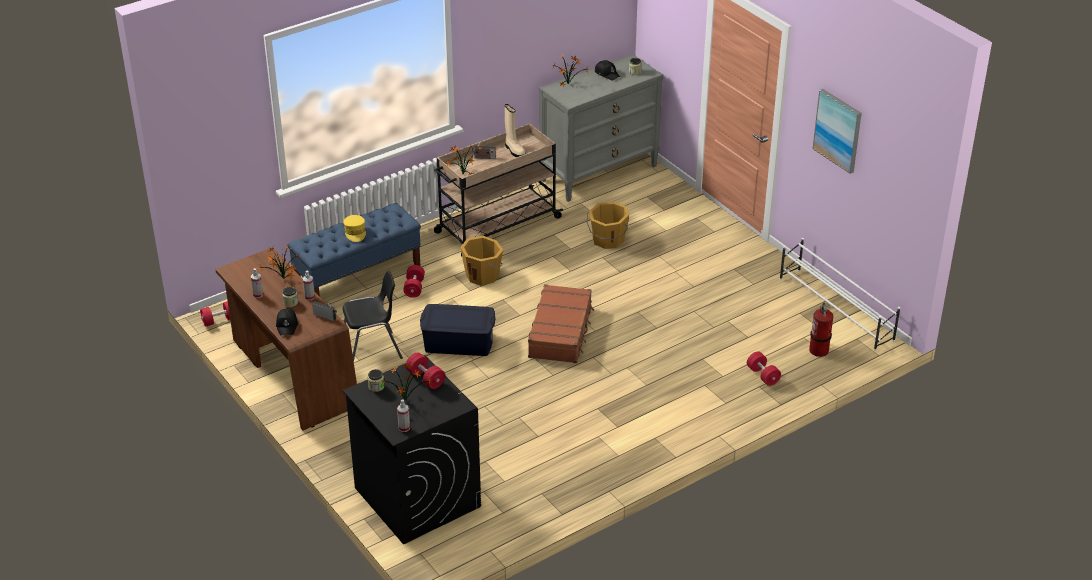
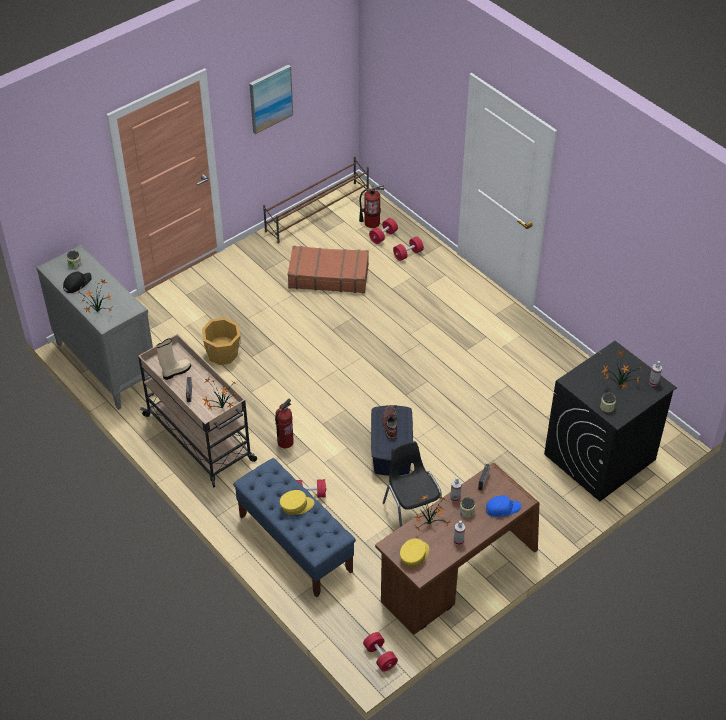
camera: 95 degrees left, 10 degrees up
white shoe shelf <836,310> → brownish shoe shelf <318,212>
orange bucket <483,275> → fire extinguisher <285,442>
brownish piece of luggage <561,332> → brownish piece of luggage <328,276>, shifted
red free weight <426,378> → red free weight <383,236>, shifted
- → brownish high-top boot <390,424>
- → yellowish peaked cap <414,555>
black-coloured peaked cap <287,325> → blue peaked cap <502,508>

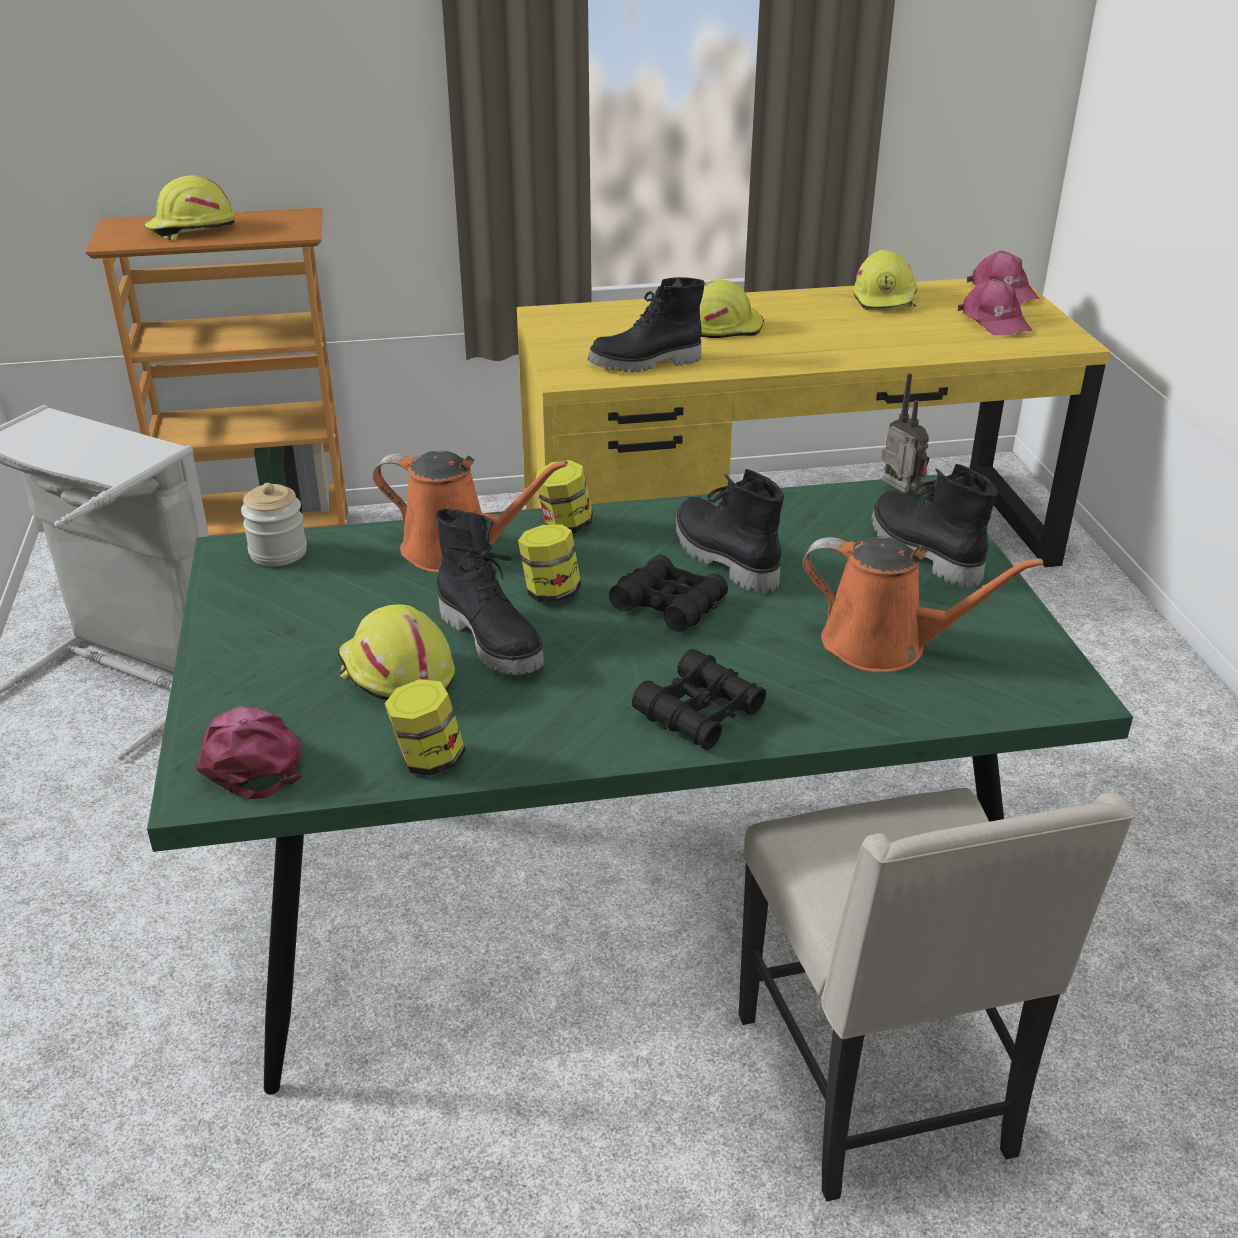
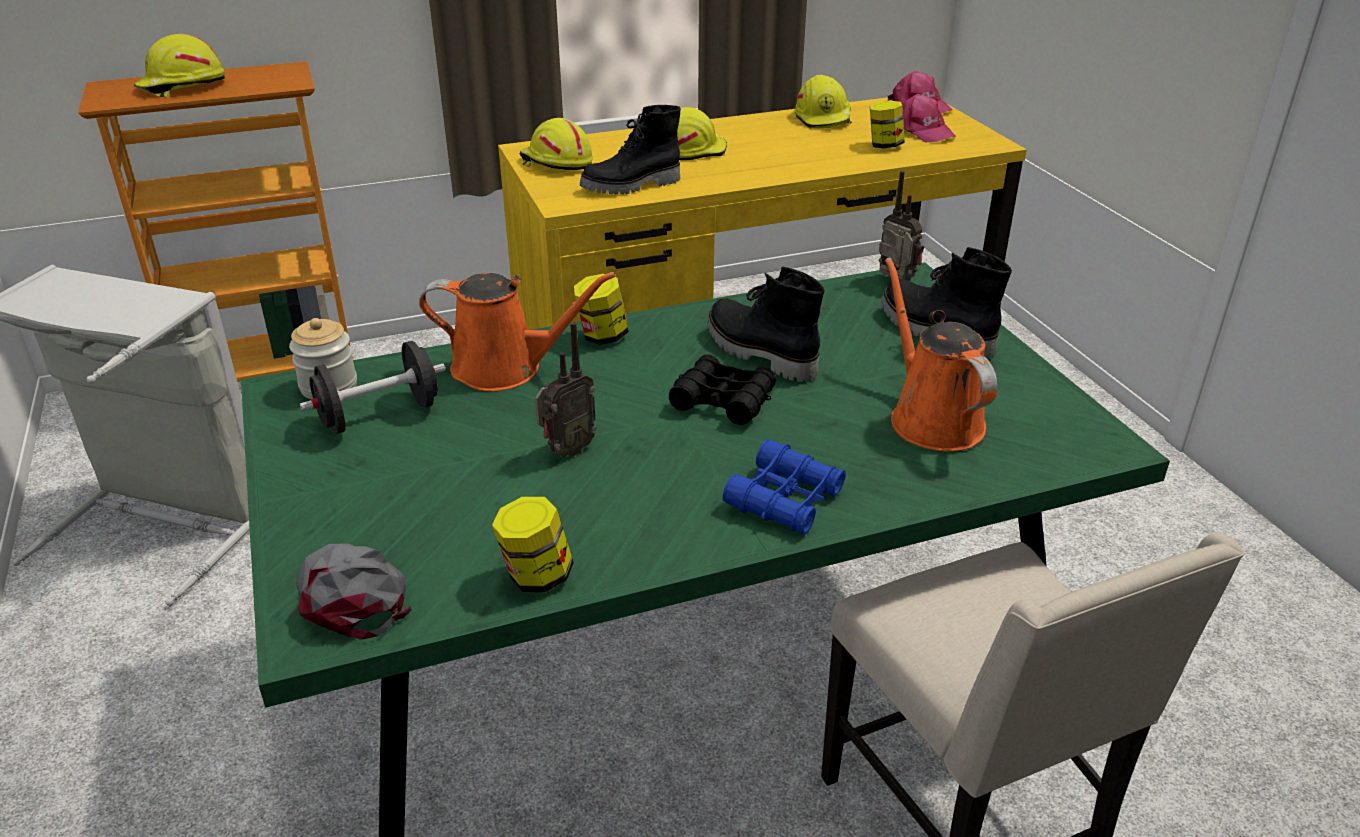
camera: 10 degrees left, 0 degrees up
pinkish peaked cap <250,757> → grey peaked cap <352,595>
- → black-coloured free weight <379,415>
yellowish hard hat <395,674> → yellowish hard hat <556,163>, shifted
black-coloured high-top boot <493,640> → radio set <566,451>
black-coloured binoculars <699,712> → blue binoculars <785,499>
preserve jar <551,593> → preserve jar <884,146>, shifted
orange watering can <885,645> → orange watering can <931,418>, 120 degrees counterclockwise

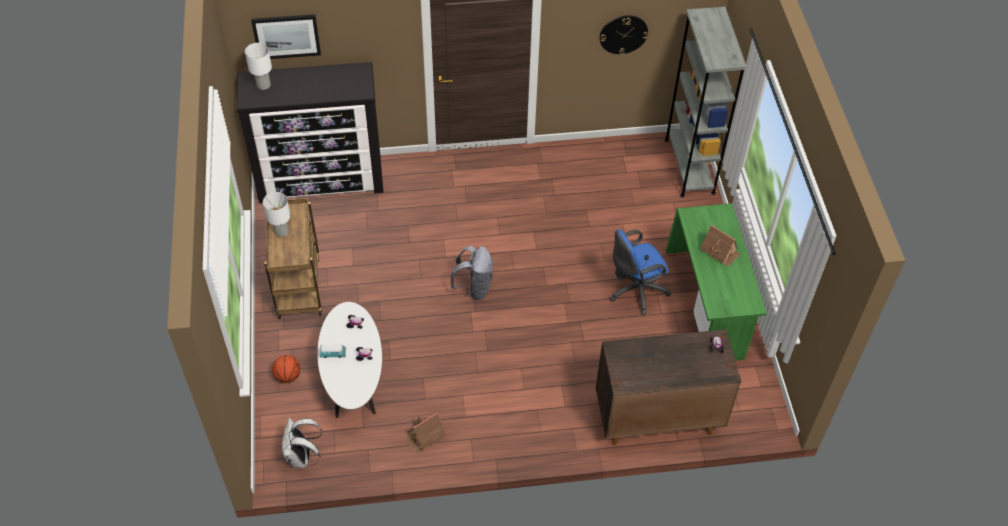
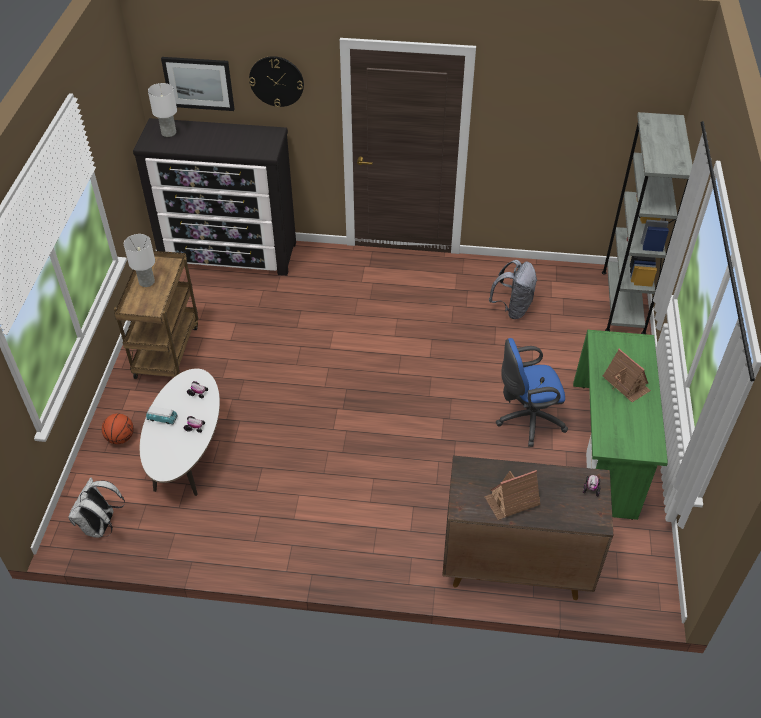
camera: 15 degrees right, 5 degrees down
hanging clock <623,34> → hanging clock <276,81>, shifted
model house <424,436> → model house <512,500>, shifted
grey rucksack <474,288> → grey rucksack <512,308>, shifted

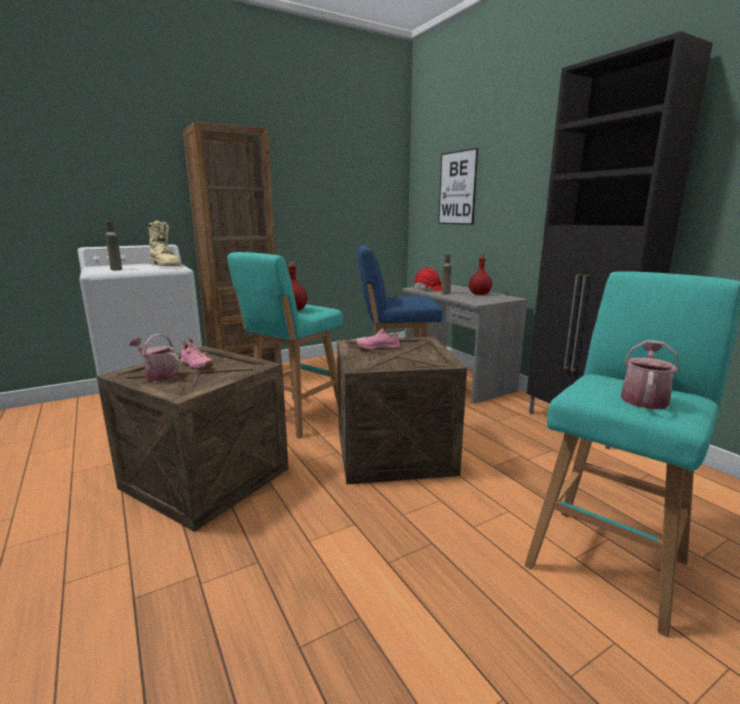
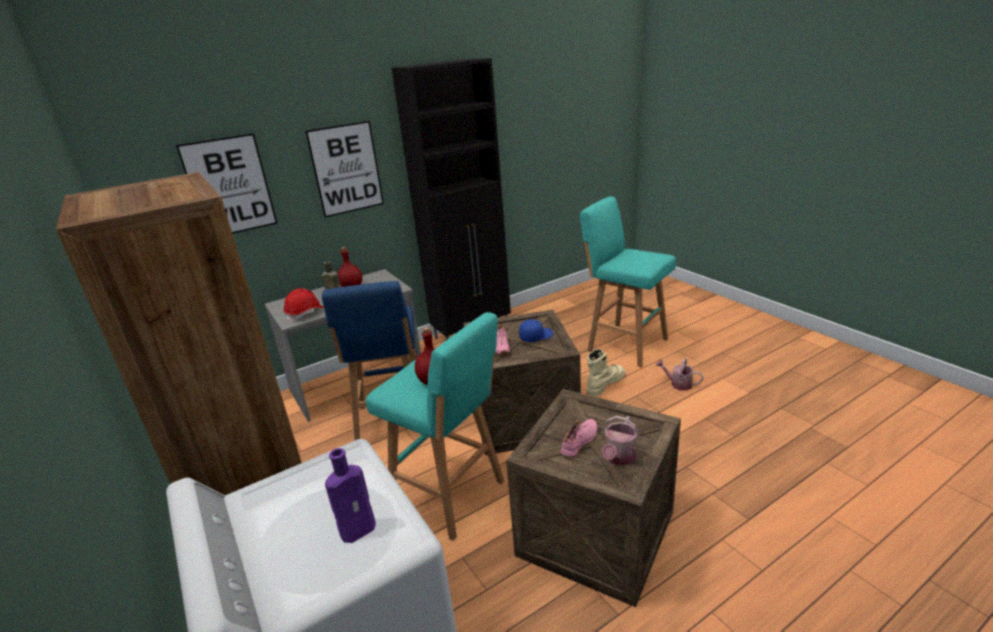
camera: 90 degrees left, 10 degrees up
- → picture <346,169>
brownish bottle <116,269> → purple bottle <360,529>
- → blue peaked cap <535,336>
sand-coloured high-top boot <165,266> → sand-coloured high-top boot <605,384>, shifted
watering can <644,398> → watering can <678,384>, shifted

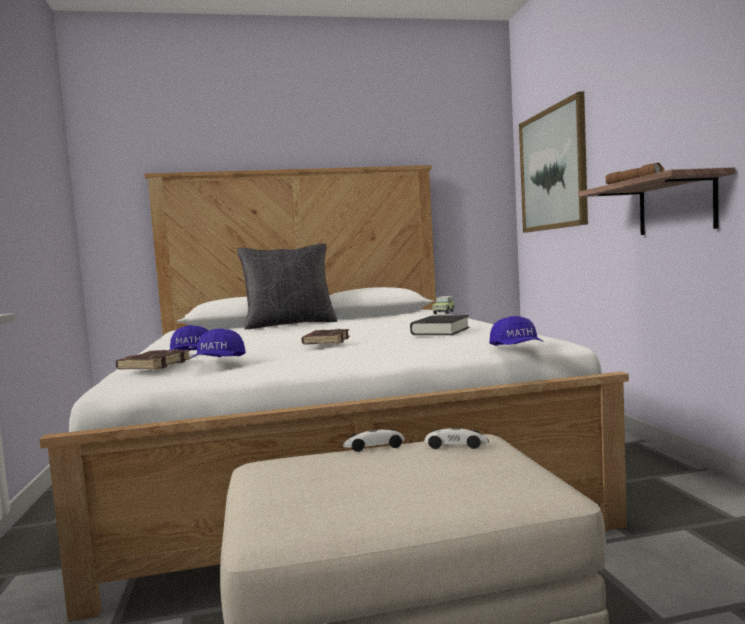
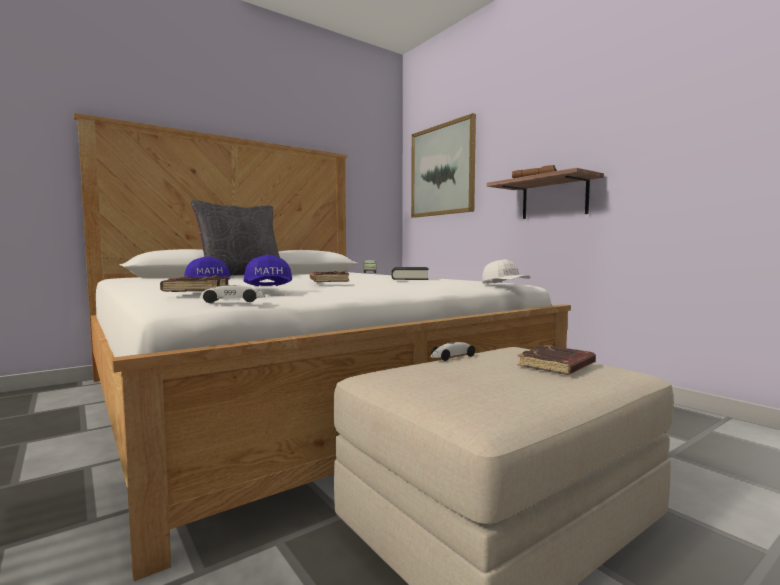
camera: 25 degrees left, 0 degrees up
toy car <456,445> → toy car <232,301>, shifted
blue peaked cap <517,348> → white peaked cap <505,285>
- → brownish volume <557,366>

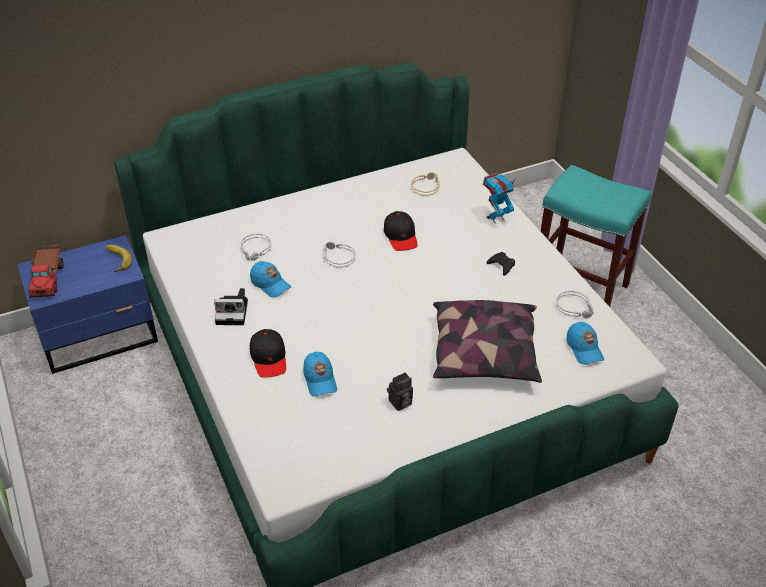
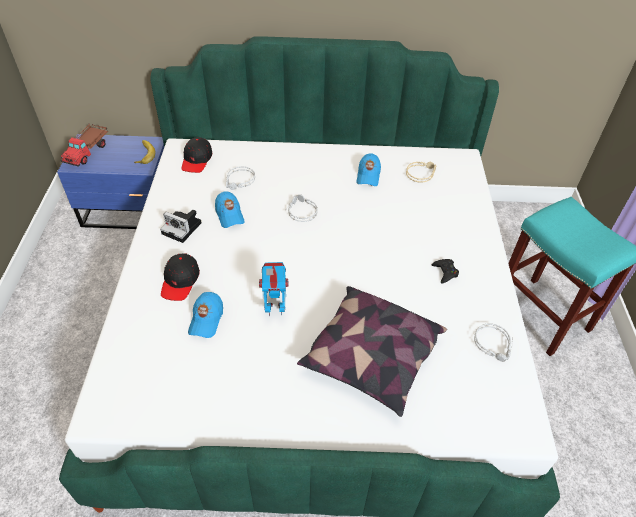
camera: 25 degrees right, 5 degrees up
black-coloured peaked cap <401,236> → black-coloured peaked cap <197,160>, shifted
model robot <496,218> → model robot <275,309>, shifted
blue peaked cap <584,349> → blue peaked cap <368,176>, shifted
photo camera <400,403> → -

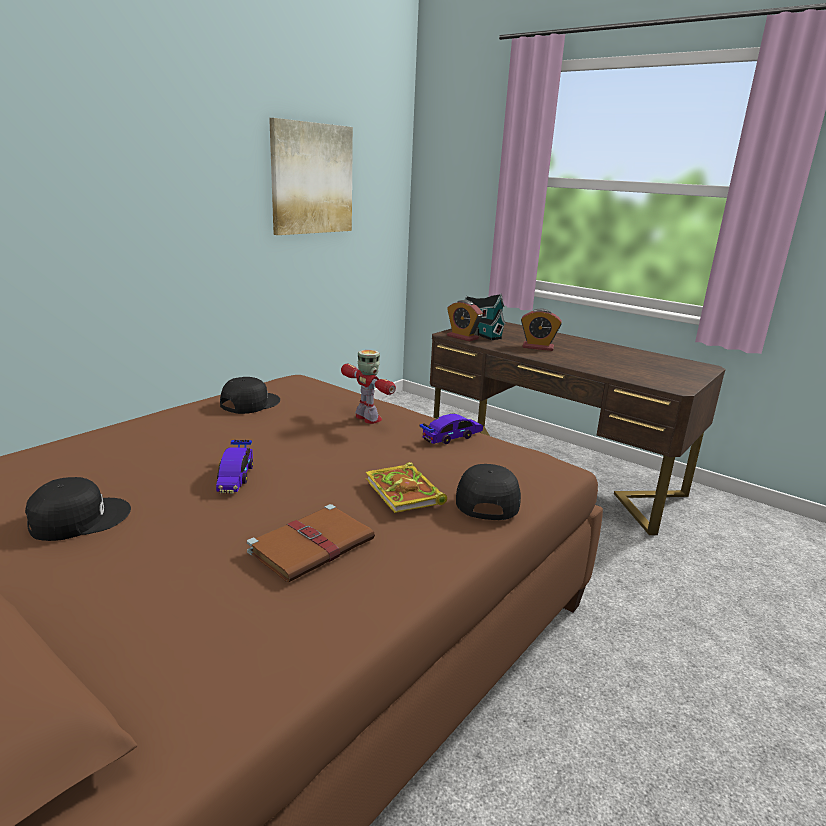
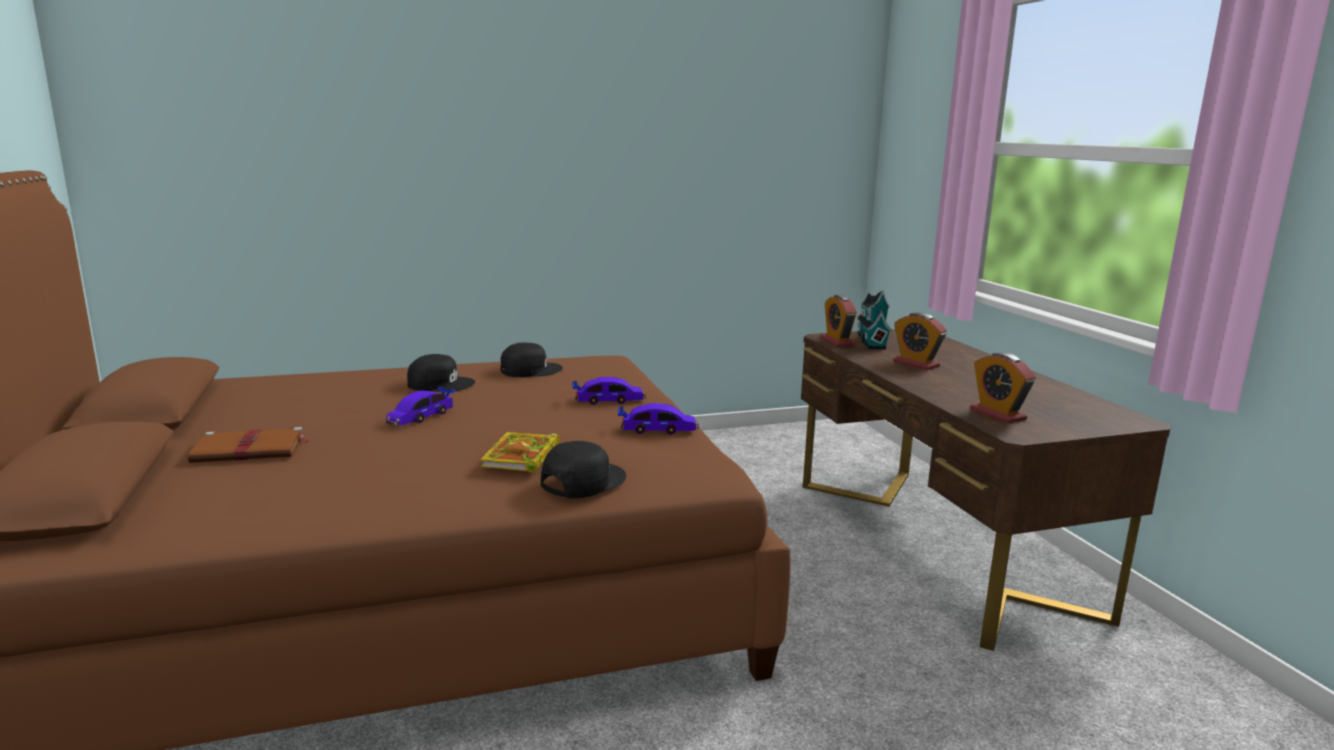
camera: 35 degrees right, 5 degrees down
brownish volume <313,545> → brownish volume <251,450>, shifted
black-coloured peaked cap <79,518> → black-coloured peaked cap <441,384>, shifted
model robot <368,419> → toy car <609,400>
- → bedside clock <997,414>
picture <311,179> → -

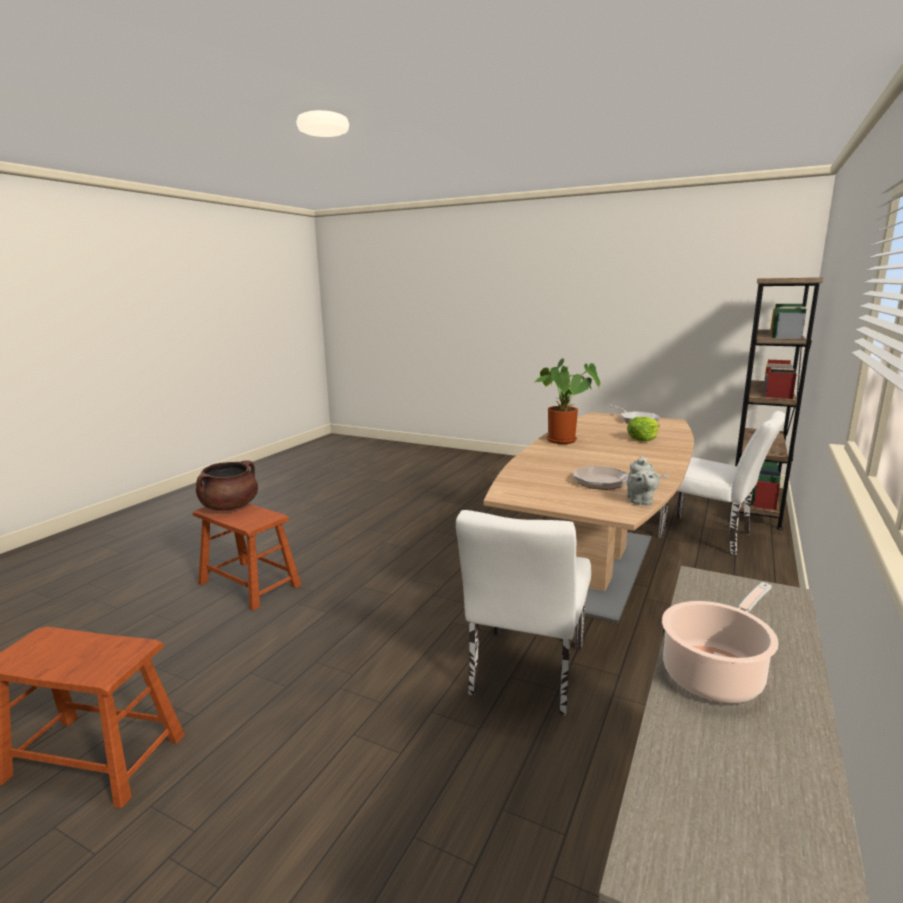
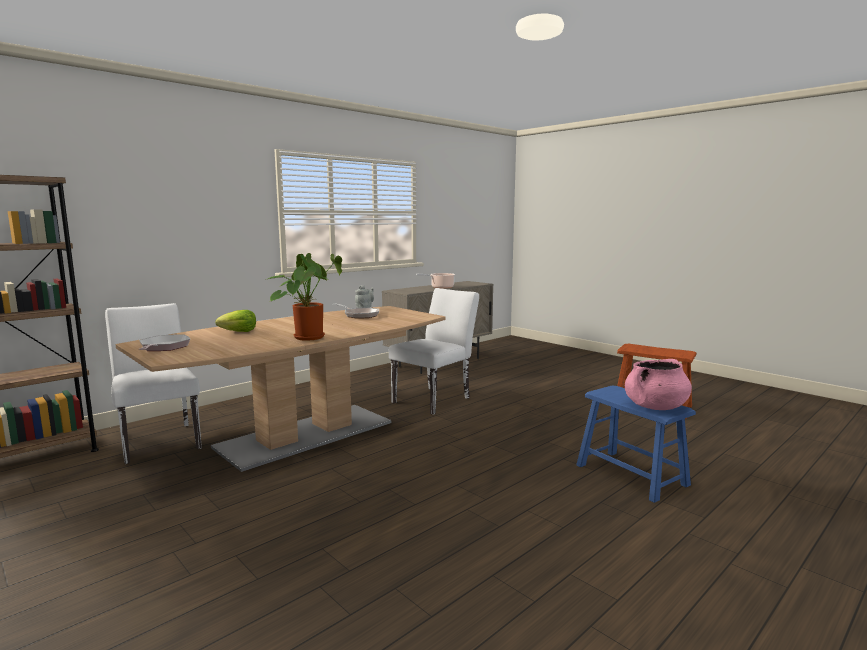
camera: 160 degrees left, 5 degrees down
brownish stool <249,584> → blue stool <631,475>
brownish saucepot <230,507> → pinkish saucepot <655,407>

